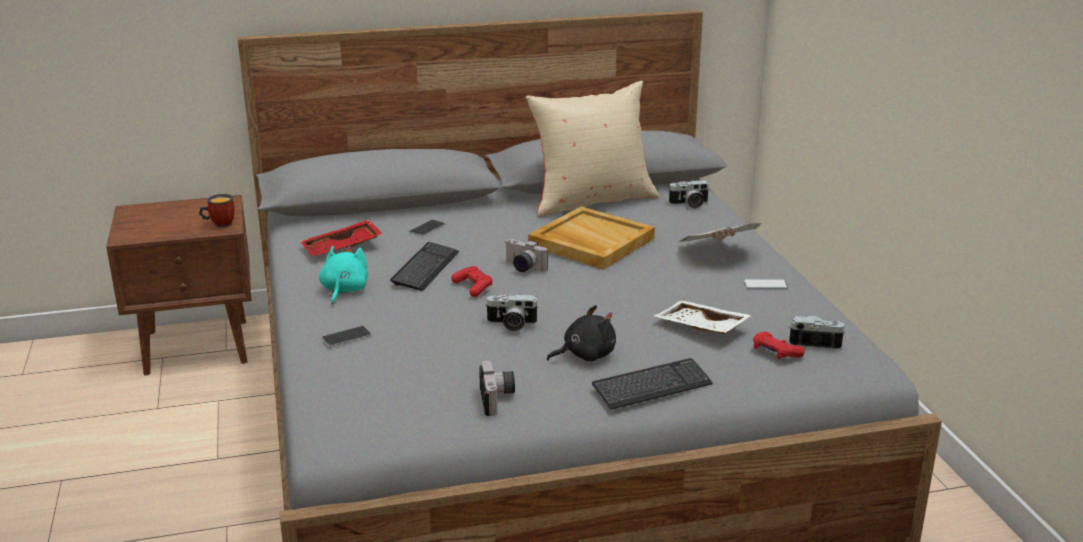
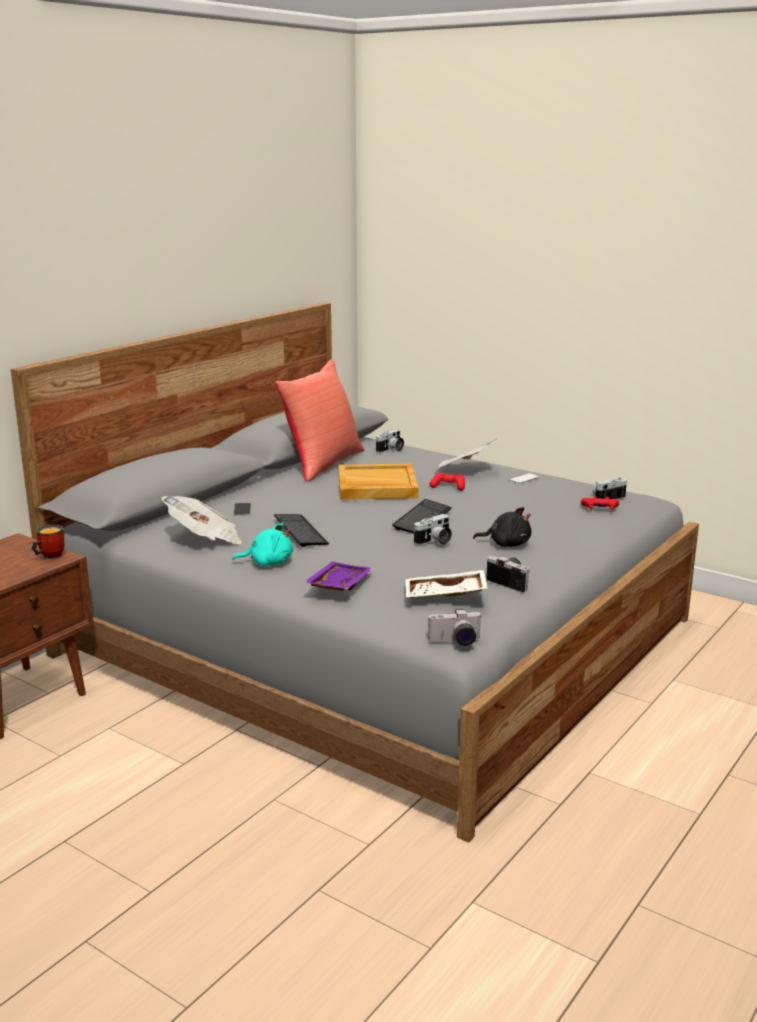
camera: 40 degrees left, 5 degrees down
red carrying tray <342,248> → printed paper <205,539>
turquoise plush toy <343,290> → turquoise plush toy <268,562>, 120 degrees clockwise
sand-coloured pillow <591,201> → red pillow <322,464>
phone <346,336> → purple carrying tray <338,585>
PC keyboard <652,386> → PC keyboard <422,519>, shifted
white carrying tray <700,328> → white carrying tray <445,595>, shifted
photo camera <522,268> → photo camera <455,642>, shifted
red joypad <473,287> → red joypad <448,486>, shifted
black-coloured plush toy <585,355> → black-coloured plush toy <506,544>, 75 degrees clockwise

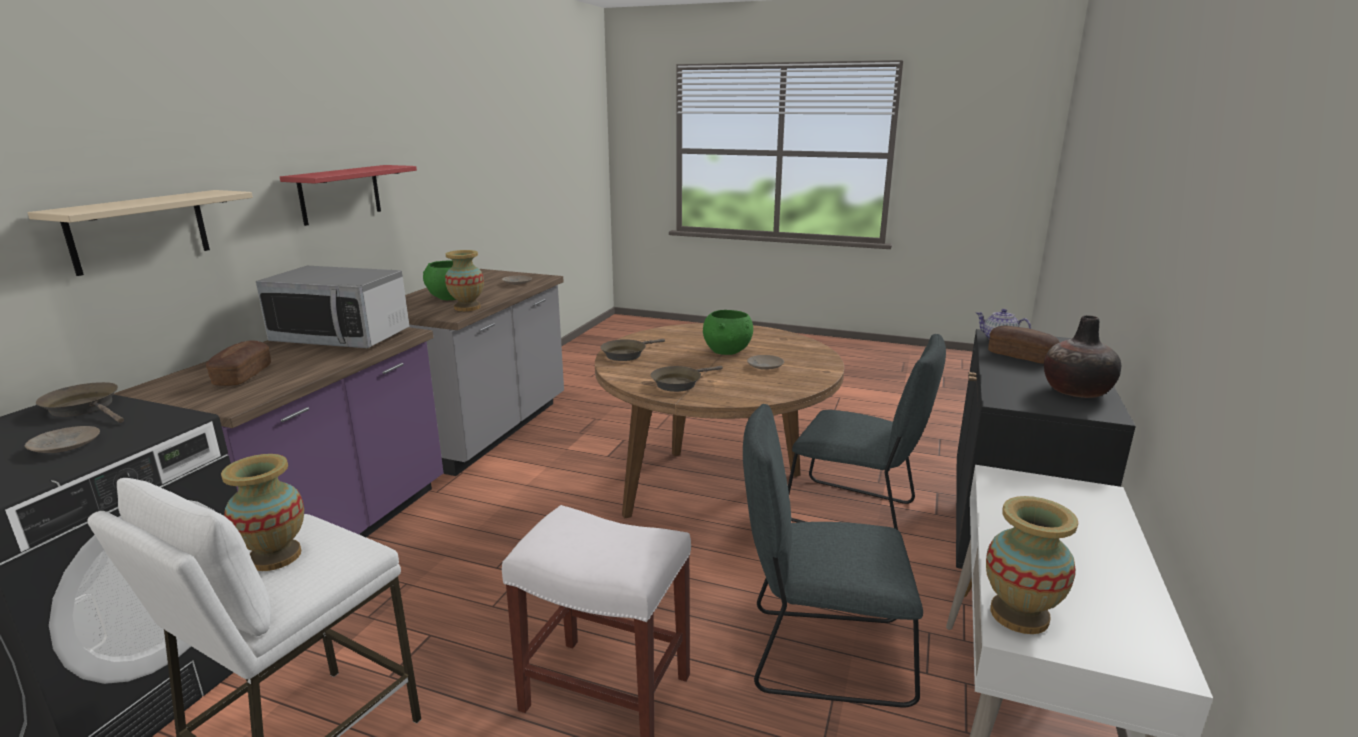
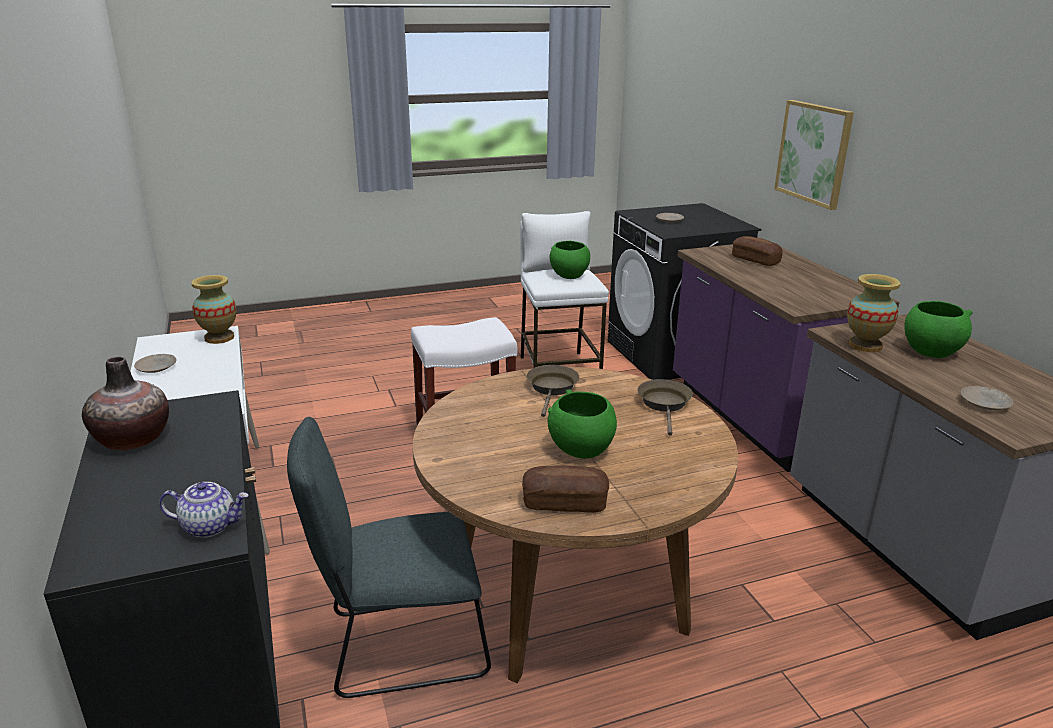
camera: 140 degrees right, 5 degrees up
sand-coloured flat dish <764,366> → sand-coloured flat dish <157,367>, shifted
baked bread <1021,356> → baked bread <565,503>, shifted
flower vase <276,556> → green-coloured serving bowl <569,275>
sand-coloured shelf <139,231> → picture <814,153>
brownish frying pan <86,408> → -
kitchen microwave <342,337> → -
red shelf <340,194> → -
grey plain chair <820,655> → -

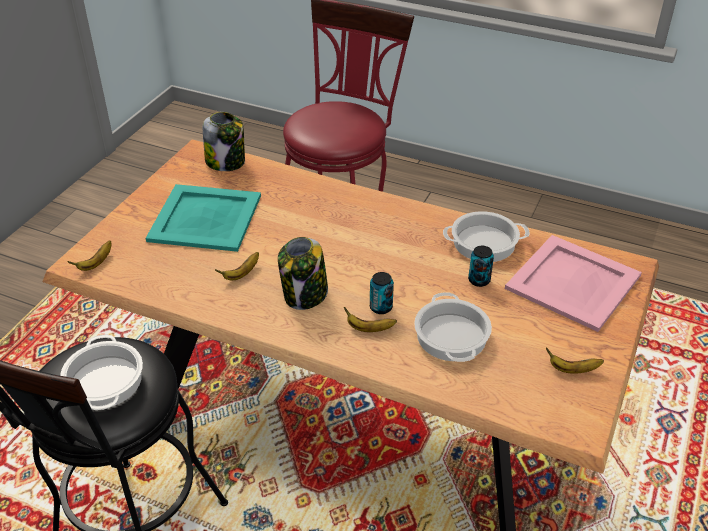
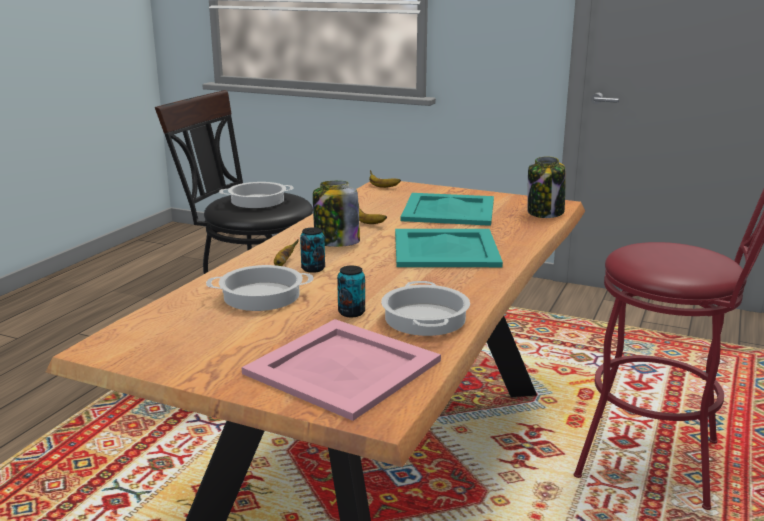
camera: 90 degrees right, 20 degrees down
- → turquoise carrying tray <444,249>
whole banana <572,370> → -

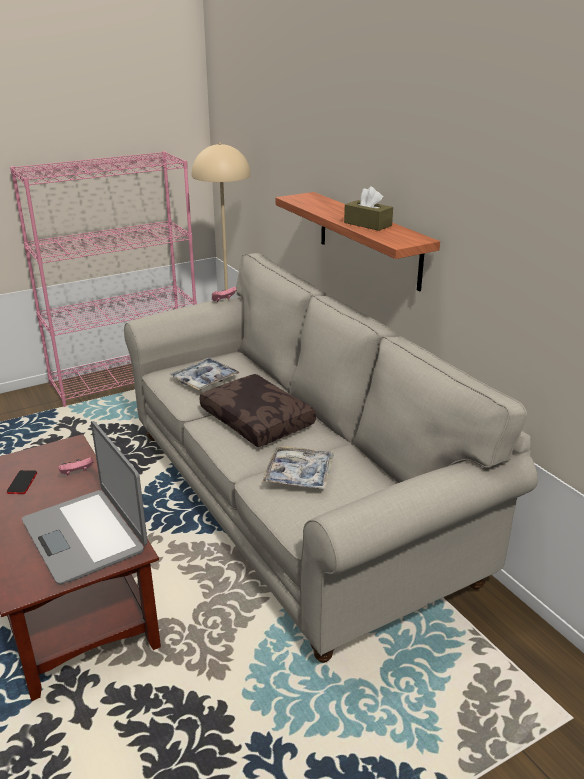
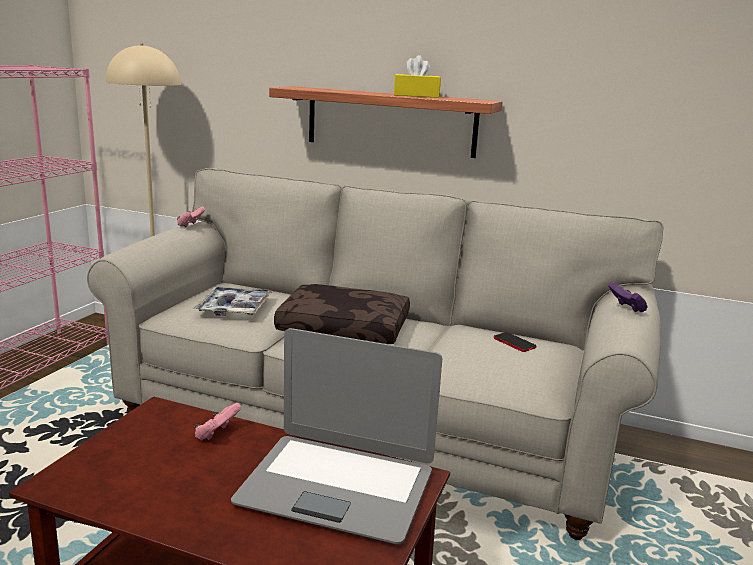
camera: 40 degrees left, 10 degrees down
brownish tissue box <367,224> → yellowish tissue box <416,96>
phone <22,483> → phone <514,343>, shifted
- → purple joypad <627,308>
carrying tray <299,474> → -

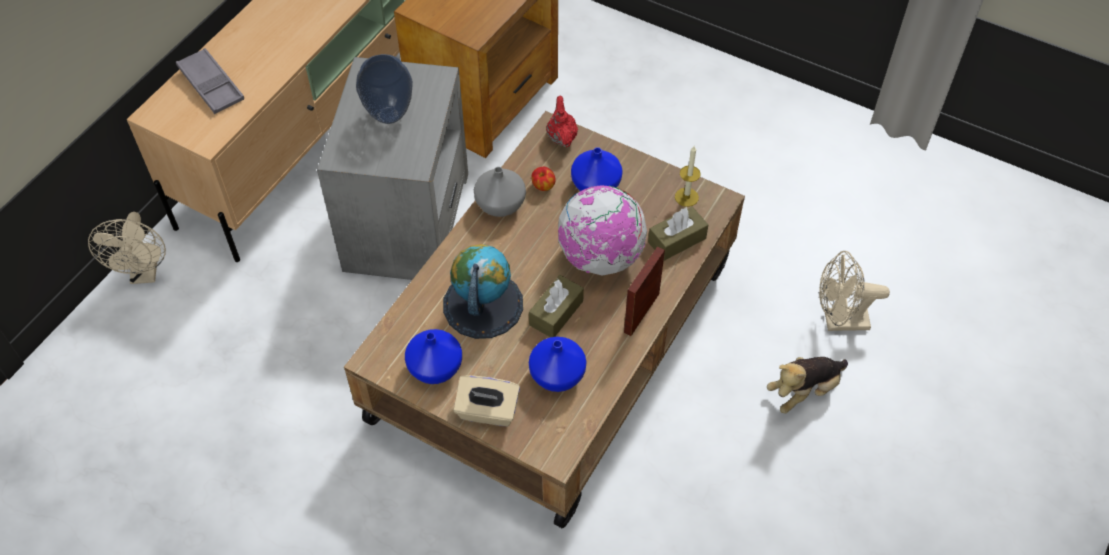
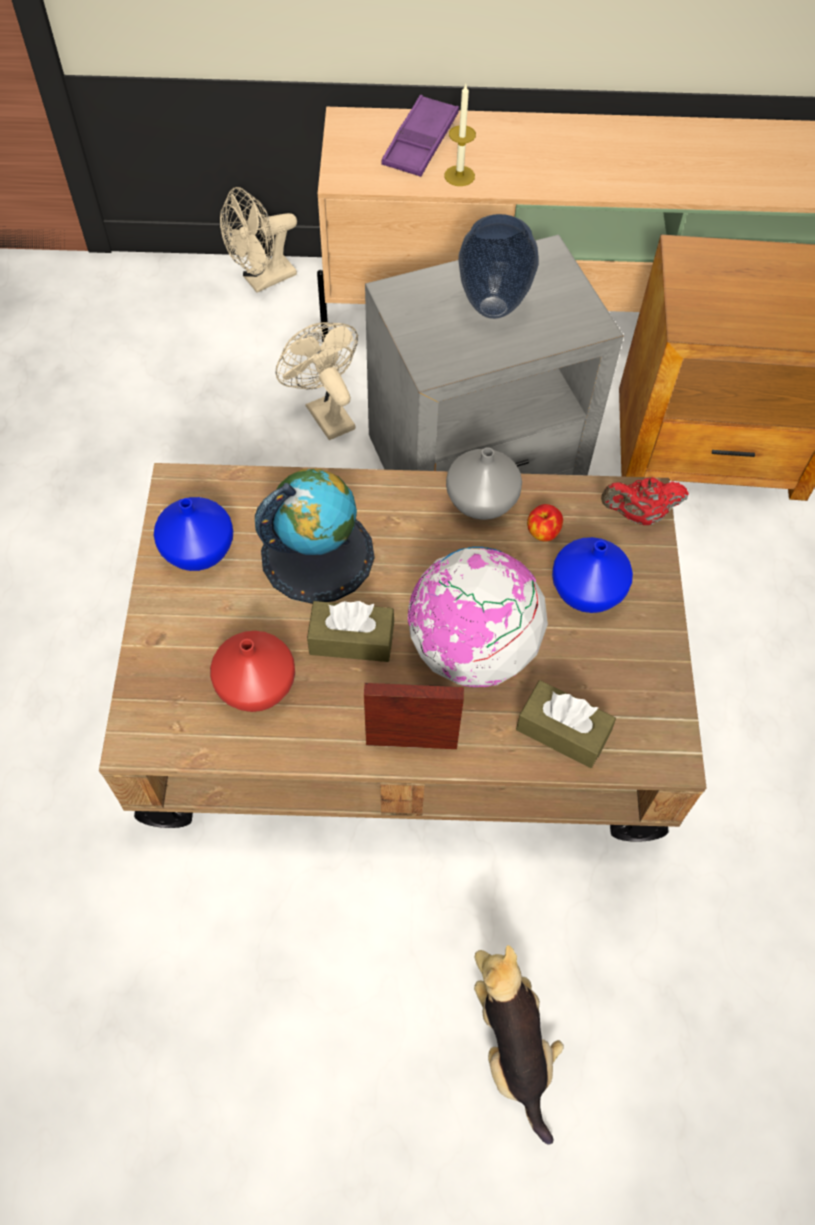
camera: 60 degrees right, 5 degrees up
blue flower vase <557,376> → red flower vase <254,686>
sand-coloured cooling fan <839,321> → sand-coloured cooling fan <325,412>, shifted
grey carrying tray <211,85> → purple carrying tray <420,143>
wax light <686,197> → wax light <459,176>, shifted
plush toy <804,391> → plush toy <513,1046>, 45 degrees clockwise
red pot for tea <561,137> → red pot for tea <638,515>, 150 degrees counterclockwise
sand-coloured tissue box <487,411> → -

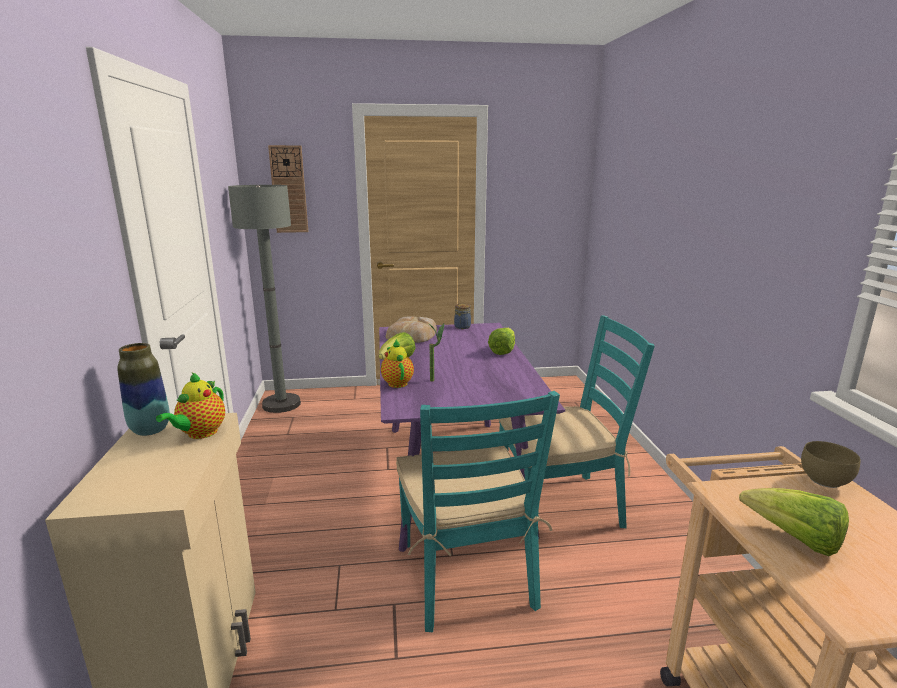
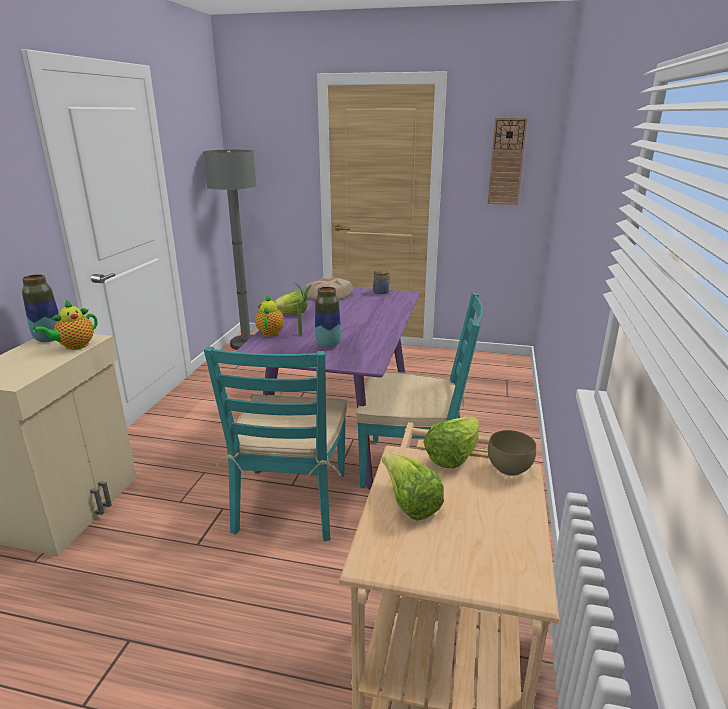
camera: 20 degrees right, 5 degrees up
- → flower vase <328,345>
lettuce head <502,351> → lettuce head <453,456>, shifted
hanging clock <289,189> → hanging clock <506,162>, shifted

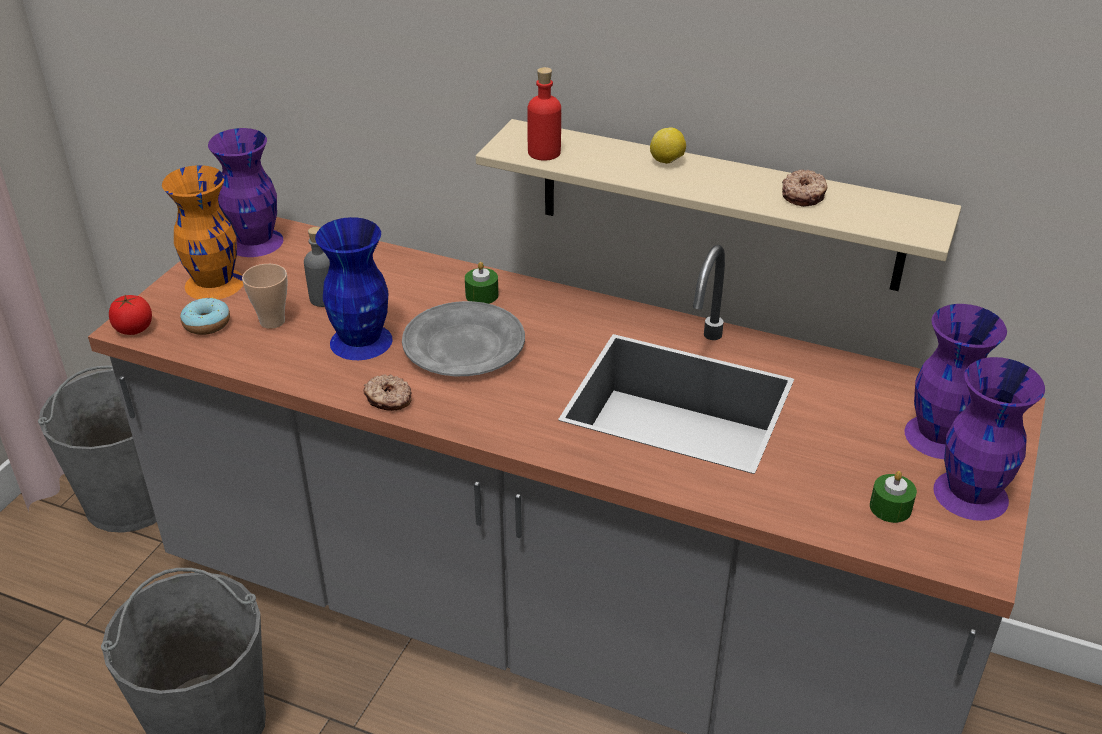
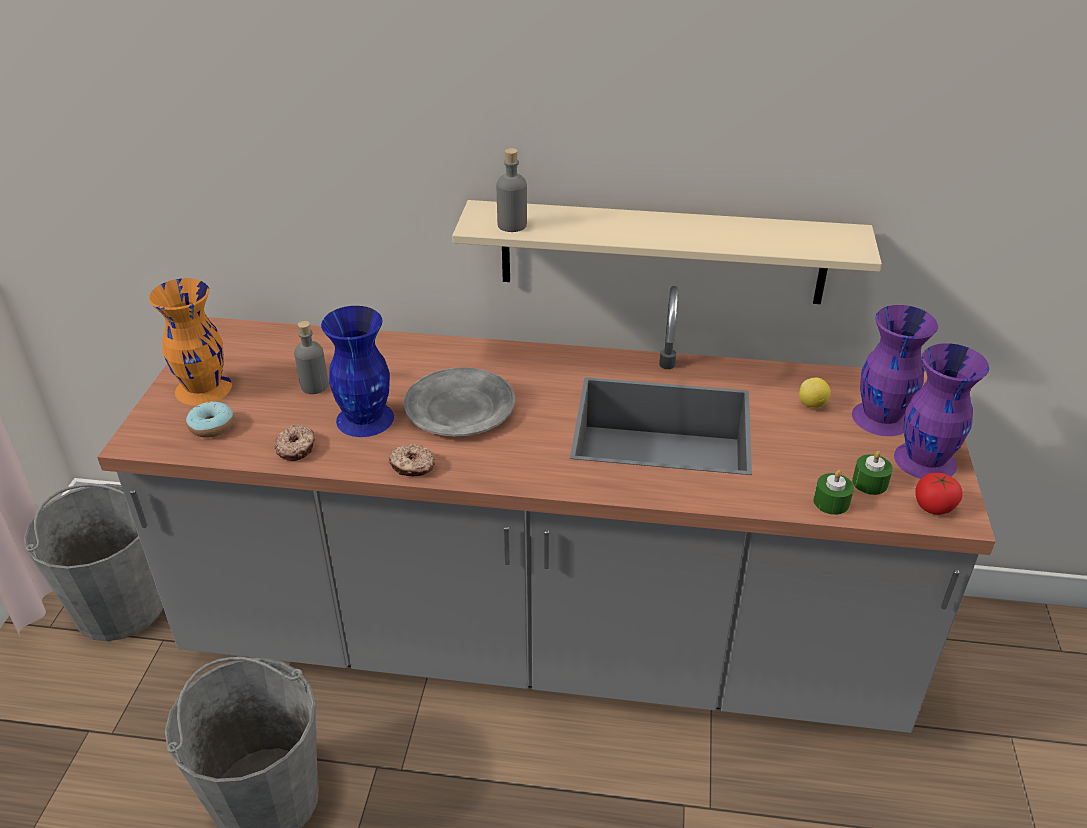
camera: 15 degrees left, 0 degrees up
ring doughnut <804,195> → ring doughnut <297,448>, shifted
red bottle <544,152> → grey bottle <512,225>
lemon <667,162> → lemon <812,405>, shifted
green-coloured wax light <482,295> → green-coloured wax light <831,502>, shifted
whole tomato <134,329> → whole tomato <933,506>, shifted
purple flower vase <255,242> → -
cup <272,321> → -

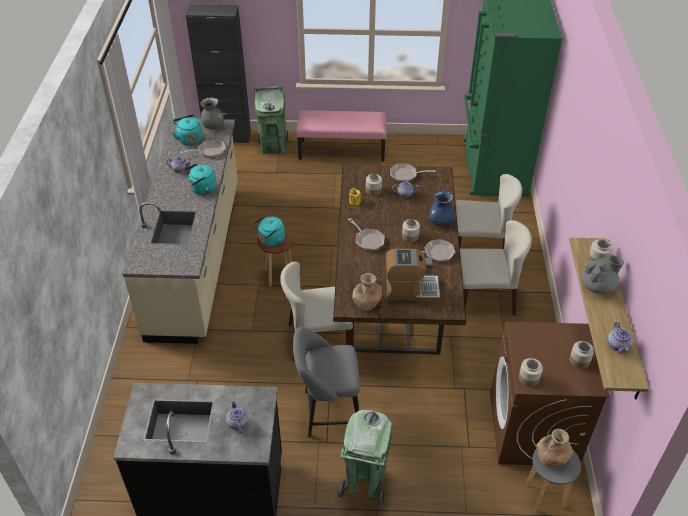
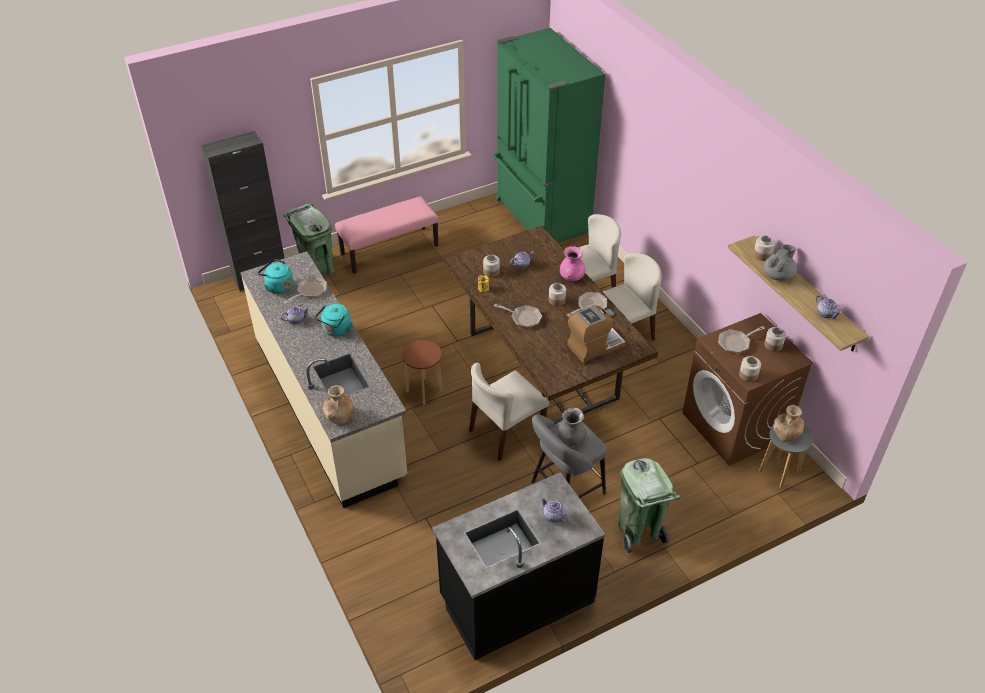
camera: 30 degrees left, 0 degrees up
brownish flower vase <367,303> → brownish flower vase <339,416>, shifted
grey flower vase <213,126> → grey flower vase <571,439>, shifted
blue flower vase <440,221> → pinkish flower vase <571,277>
frying pan <406,175> → frying pan <736,343>, shifted
turquoise tea kettle <270,240> → -

